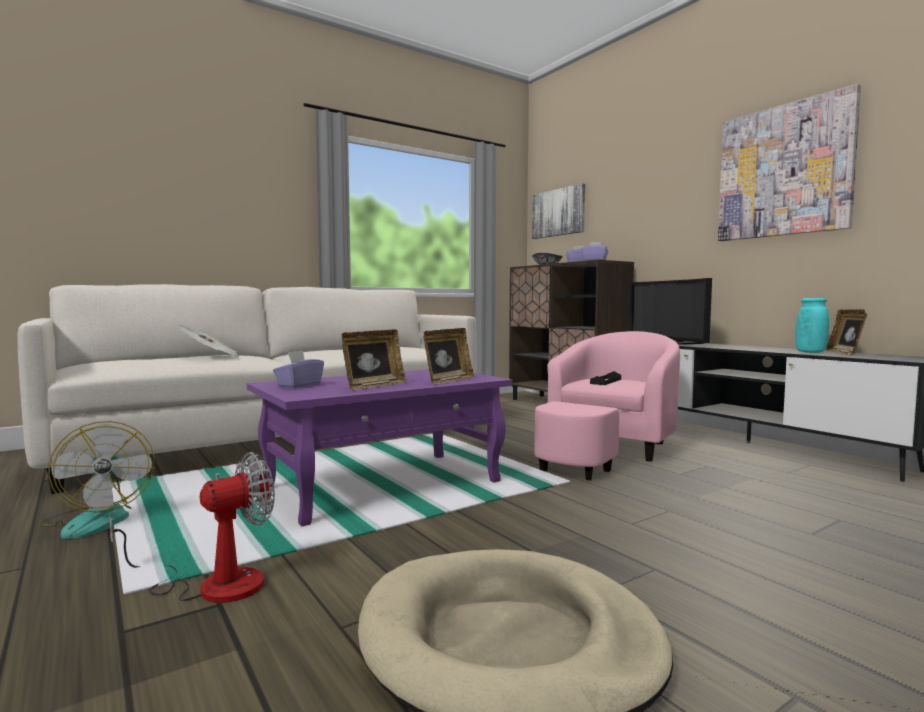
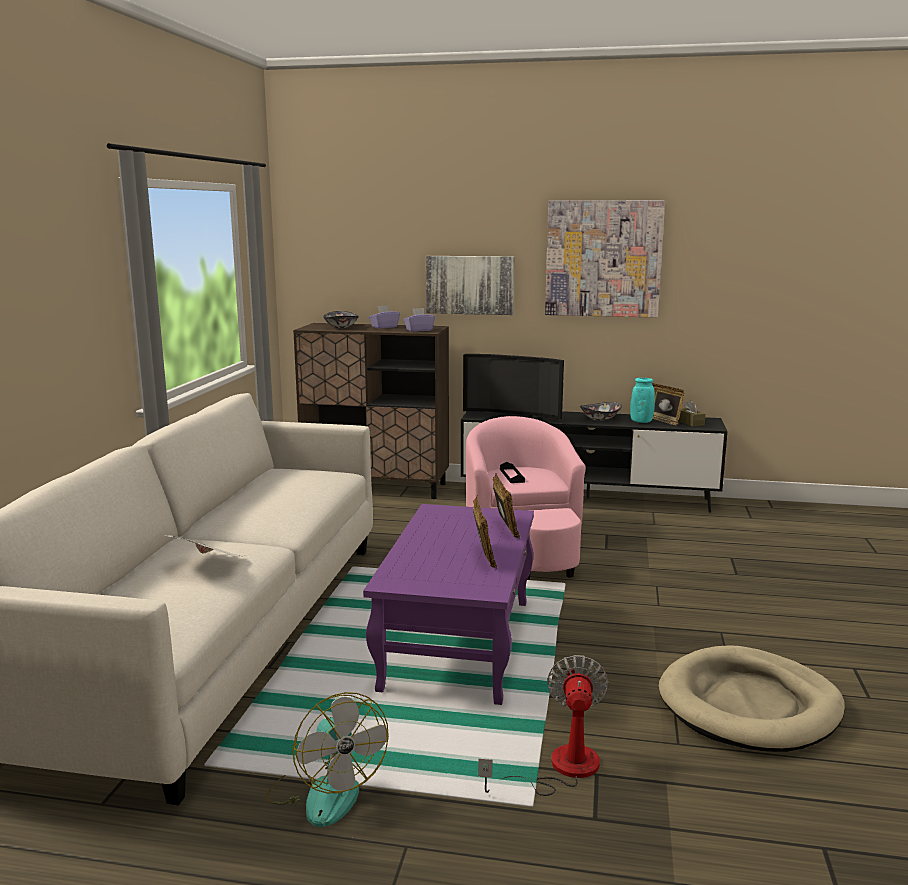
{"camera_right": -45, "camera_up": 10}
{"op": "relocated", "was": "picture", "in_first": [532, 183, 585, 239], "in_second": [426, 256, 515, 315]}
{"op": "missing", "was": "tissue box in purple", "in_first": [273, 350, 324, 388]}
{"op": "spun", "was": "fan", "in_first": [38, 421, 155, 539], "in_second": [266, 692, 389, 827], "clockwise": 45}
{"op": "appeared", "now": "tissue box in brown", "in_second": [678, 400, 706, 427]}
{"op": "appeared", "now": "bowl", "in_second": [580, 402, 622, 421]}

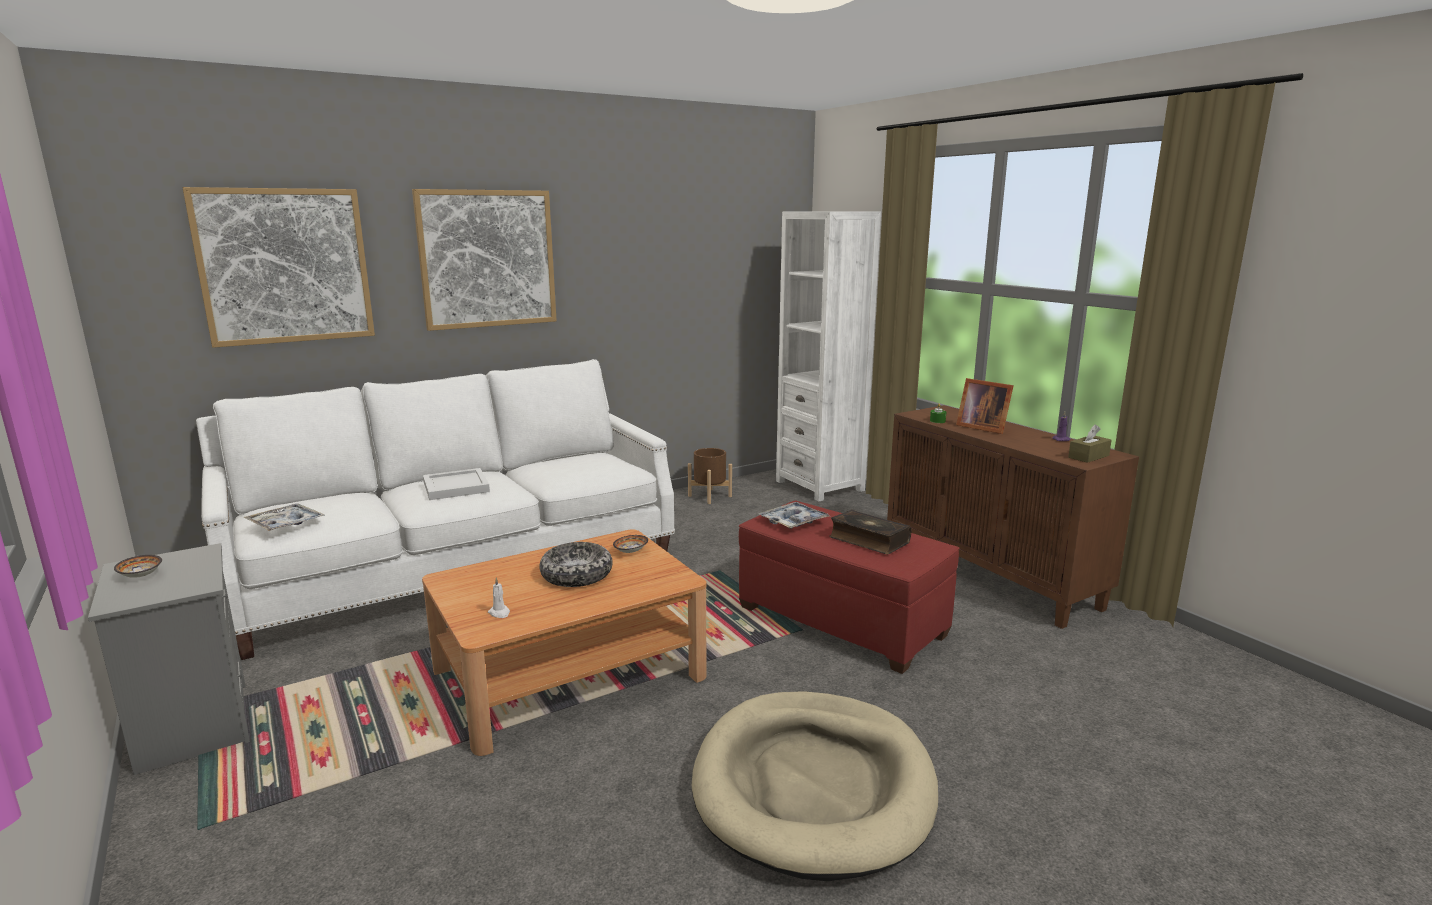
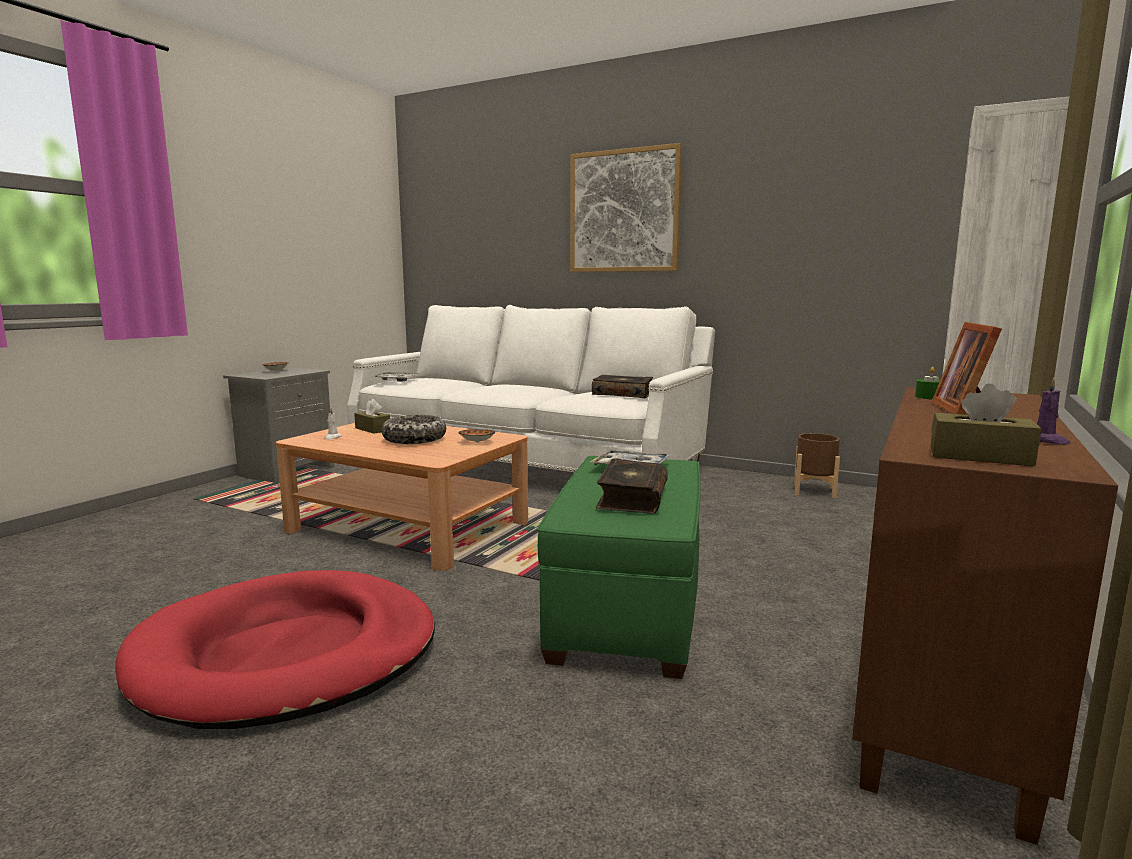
{"camera_right": 60, "camera_up": -5}
{"op": "missing", "was": "picture", "in_first": [182, 187, 375, 348]}
{"op": "missing", "was": "tray in white", "in_first": [423, 468, 490, 500]}
{"op": "colour", "was": "ottoman in red", "now": "ottoman in green", "in_first": [739, 501, 959, 674], "in_second": [537, 456, 701, 679]}
{"op": "colour", "was": "dog bed in beige", "now": "dog bed in red", "in_first": [692, 691, 938, 881], "in_second": [115, 570, 435, 729]}
{"op": "appeared", "now": "book", "in_second": [592, 375, 653, 398]}
{"op": "appeared", "now": "tissue box in brown", "in_second": [354, 399, 390, 433]}

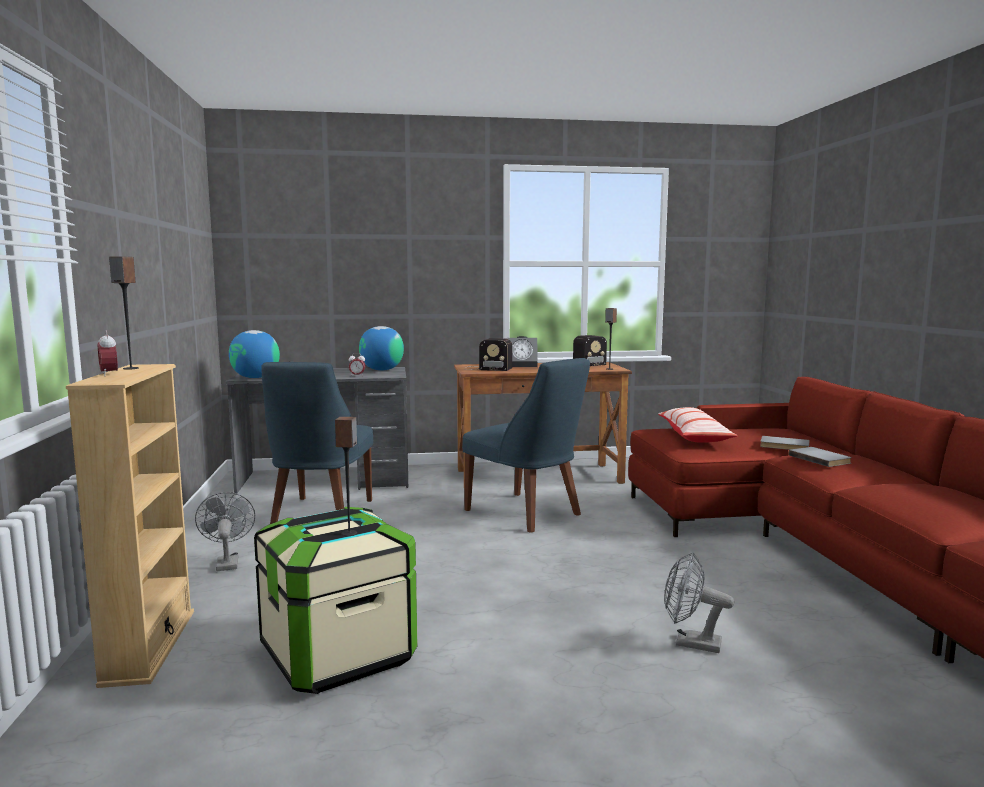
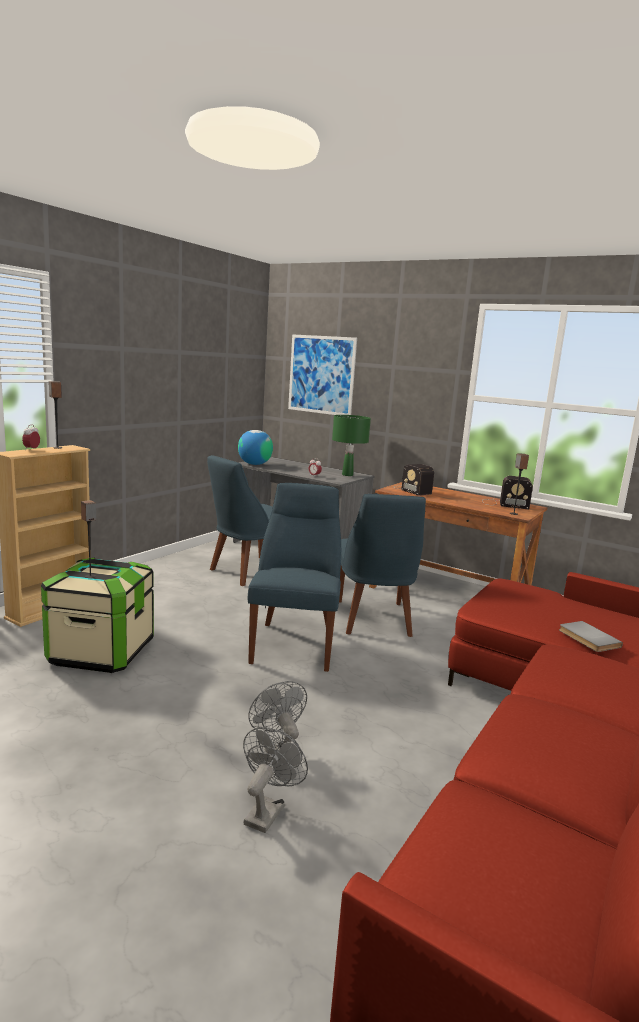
{"camera_right": 40, "camera_up": 5}
{"op": "exchanged", "was": "globe", "now": "table lamp in green", "in_first": [359, 326, 404, 371], "in_second": [332, 415, 371, 476]}
{"op": "missing", "was": "alarm clock", "in_first": [507, 336, 537, 367]}
{"op": "missing", "was": "pillow", "in_first": [658, 407, 737, 443]}
{"op": "missing", "was": "book in grey", "in_first": [789, 447, 852, 467]}
{"op": "relocated", "was": "fan in grey", "in_first": [195, 492, 255, 571], "in_second": [243, 727, 308, 833]}
{"op": "appeared", "now": "picture", "in_second": [288, 334, 357, 415]}
{"op": "appeared", "now": "chair in blue", "in_second": [248, 483, 341, 672]}

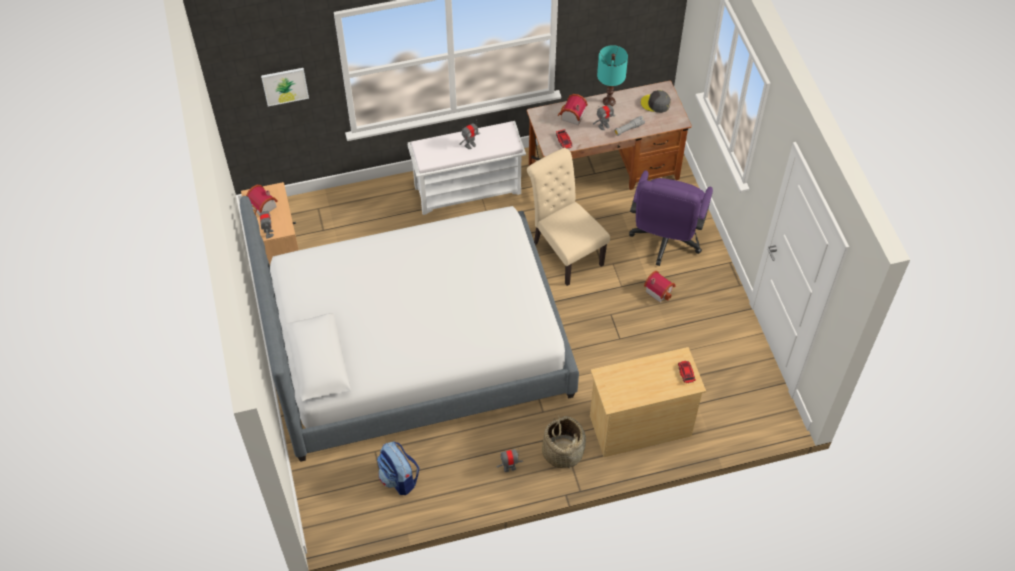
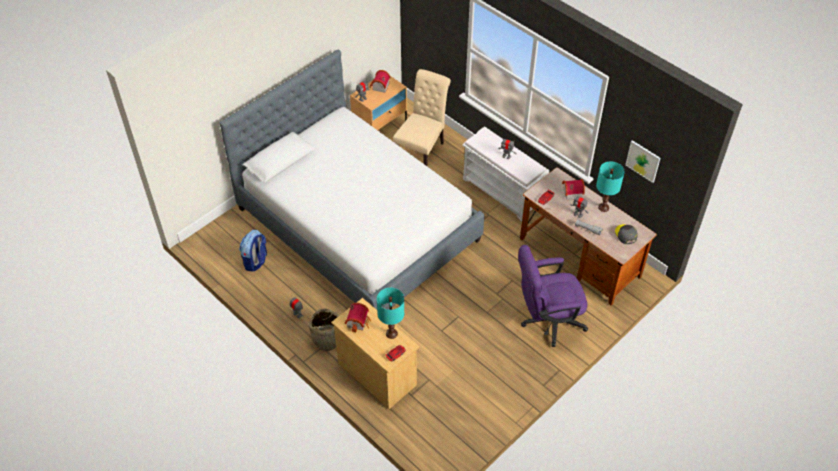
{"camera_right": 60, "camera_up": -5}
{"op": "relocated", "was": "picture", "in_first": [261, 68, 309, 106], "in_second": [625, 140, 661, 183]}
{"op": "relocated", "was": "chair in beige", "in_first": [527, 148, 610, 286], "in_second": [393, 69, 451, 166]}
{"op": "relocated", "was": "toy house", "in_first": [644, 271, 676, 302], "in_second": [345, 303, 371, 333]}
{"op": "appeared", "now": "table lamp in turquoise", "in_second": [377, 288, 404, 339]}

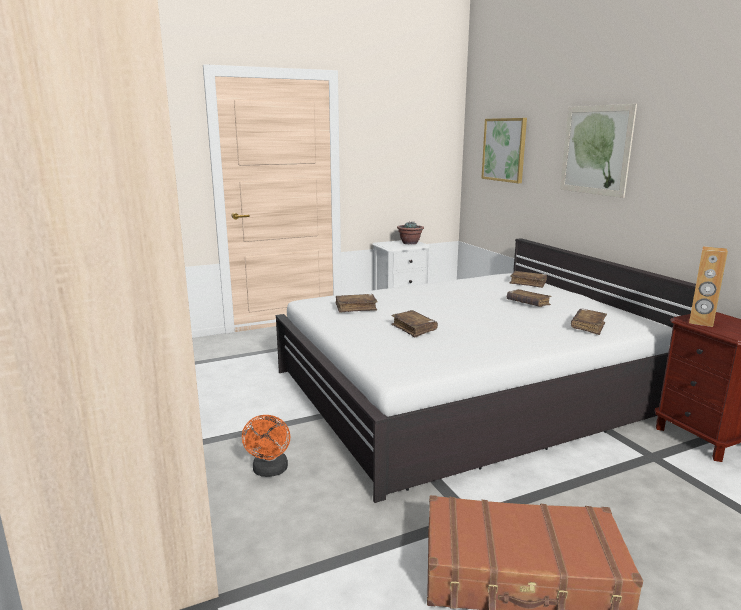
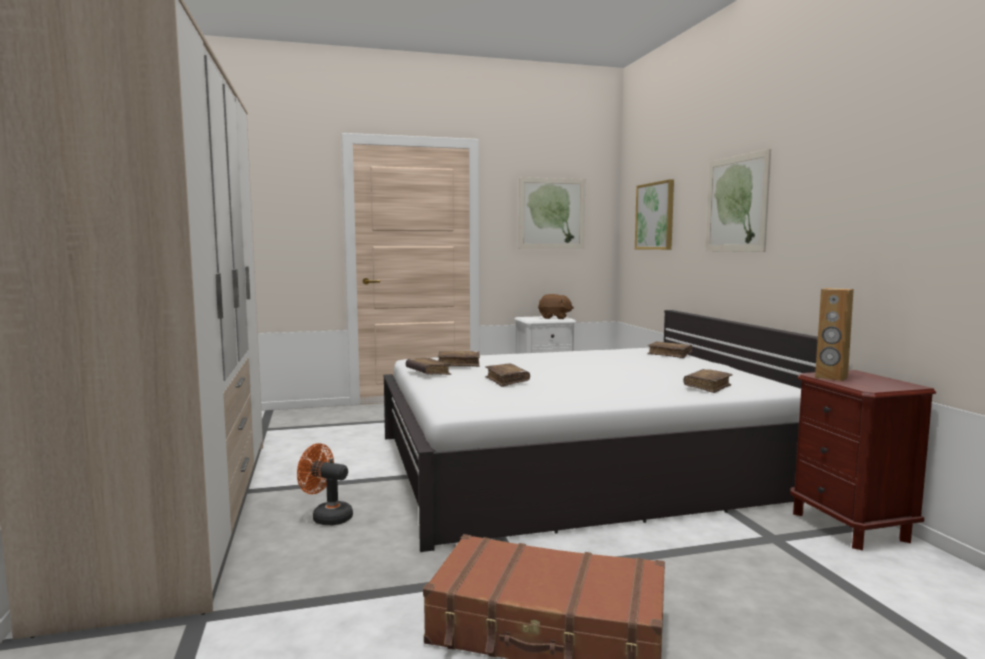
{"camera_right": 10, "camera_up": -10}
{"op": "exchanged", "was": "potted plant", "now": "plush toy in brown", "in_first": [397, 222, 424, 244], "in_second": [538, 294, 574, 319]}
{"op": "relocated", "was": "book in brown", "in_first": [507, 289, 552, 307], "in_second": [406, 358, 452, 375]}
{"op": "spun", "was": "fan in orange", "in_first": [242, 415, 290, 477], "in_second": [297, 443, 353, 525], "clockwise": 105}
{"op": "appeared", "now": "picture", "in_second": [519, 177, 585, 249]}

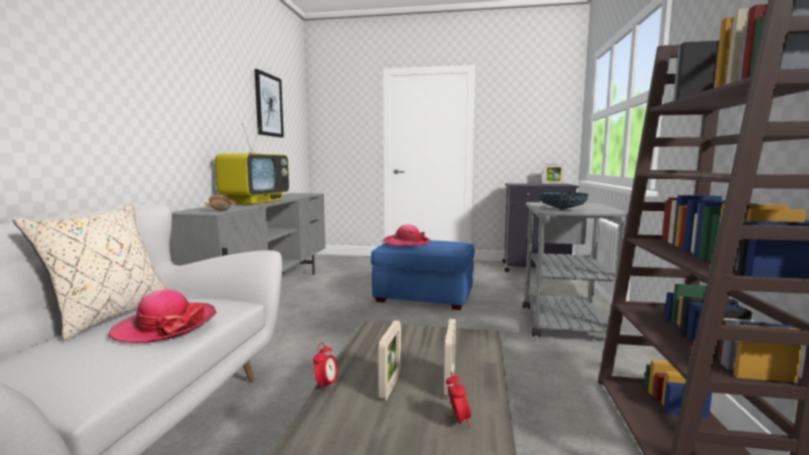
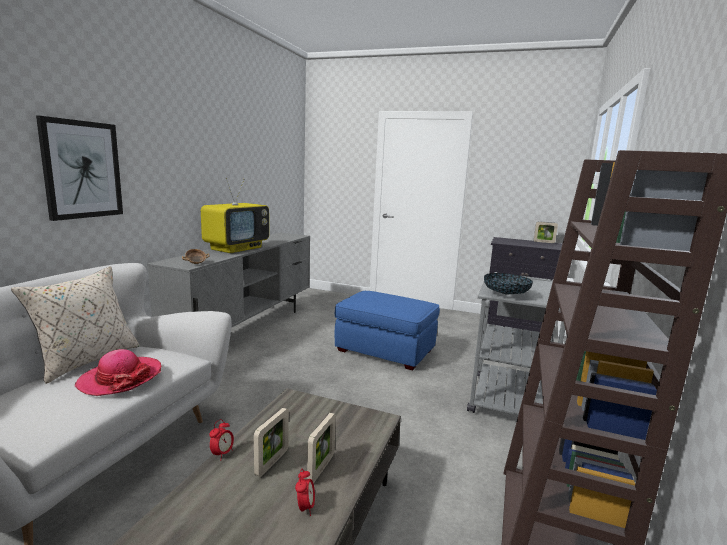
{"camera_right": 10, "camera_up": 5}
{"op": "relocated", "was": "picture", "in_first": [254, 69, 284, 137], "in_second": [36, 116, 123, 221]}
{"op": "missing", "was": "hat", "in_first": [383, 225, 431, 246]}

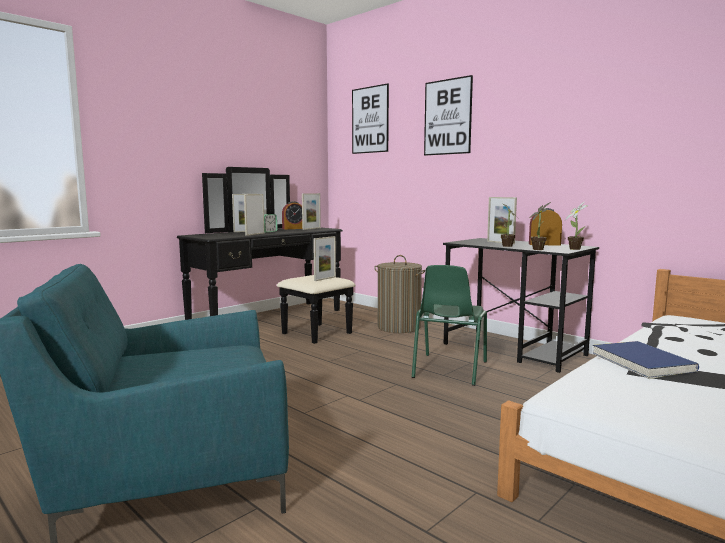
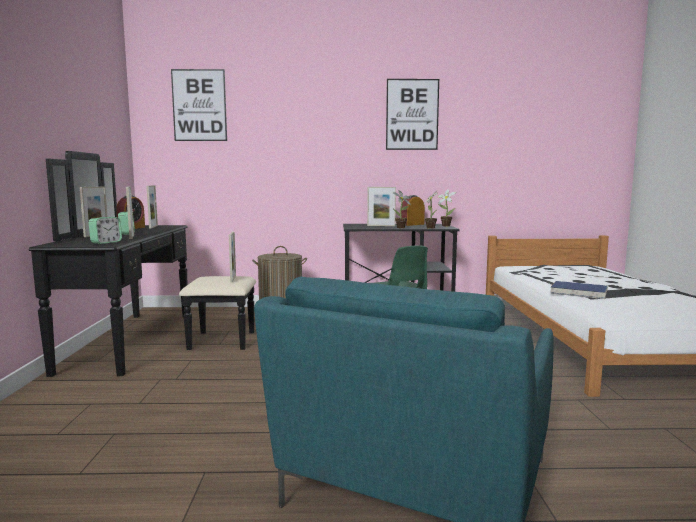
{"camera_right": -45, "camera_up": 0}
{"op": "relocated", "was": "picture", "in_first": [424, 75, 473, 156], "in_second": [386, 79, 439, 150]}
{"op": "appeared", "now": "alarm clock", "in_second": [89, 217, 122, 244]}

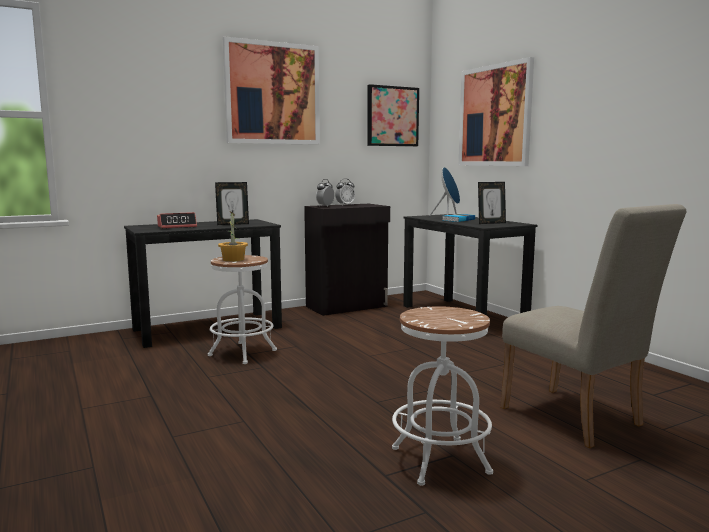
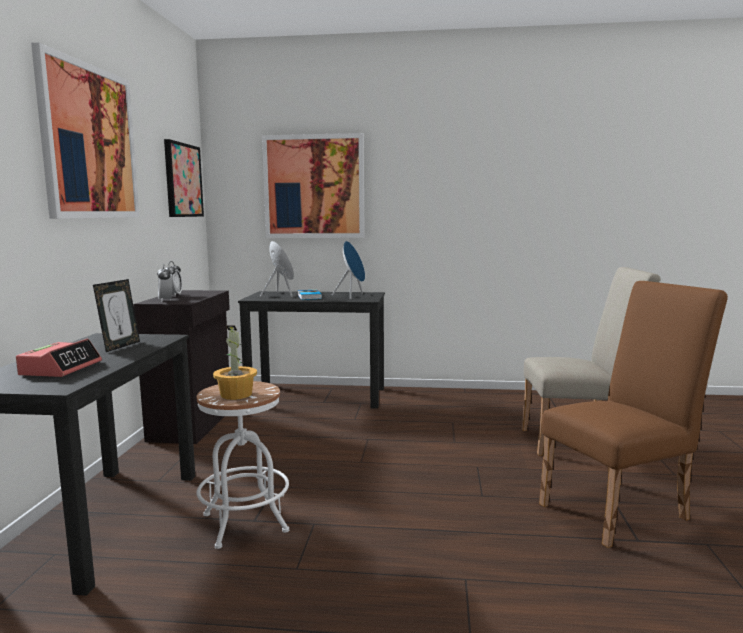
{"camera_right": -55, "camera_up": 0}
{"op": "exchanged", "was": "picture frame", "now": "speaker in blue", "in_first": [478, 182, 506, 224], "in_second": [332, 241, 365, 299]}
{"op": "exchanged", "was": "stool in white", "now": "chair in brown", "in_first": [392, 306, 493, 486], "in_second": [539, 281, 728, 548]}

